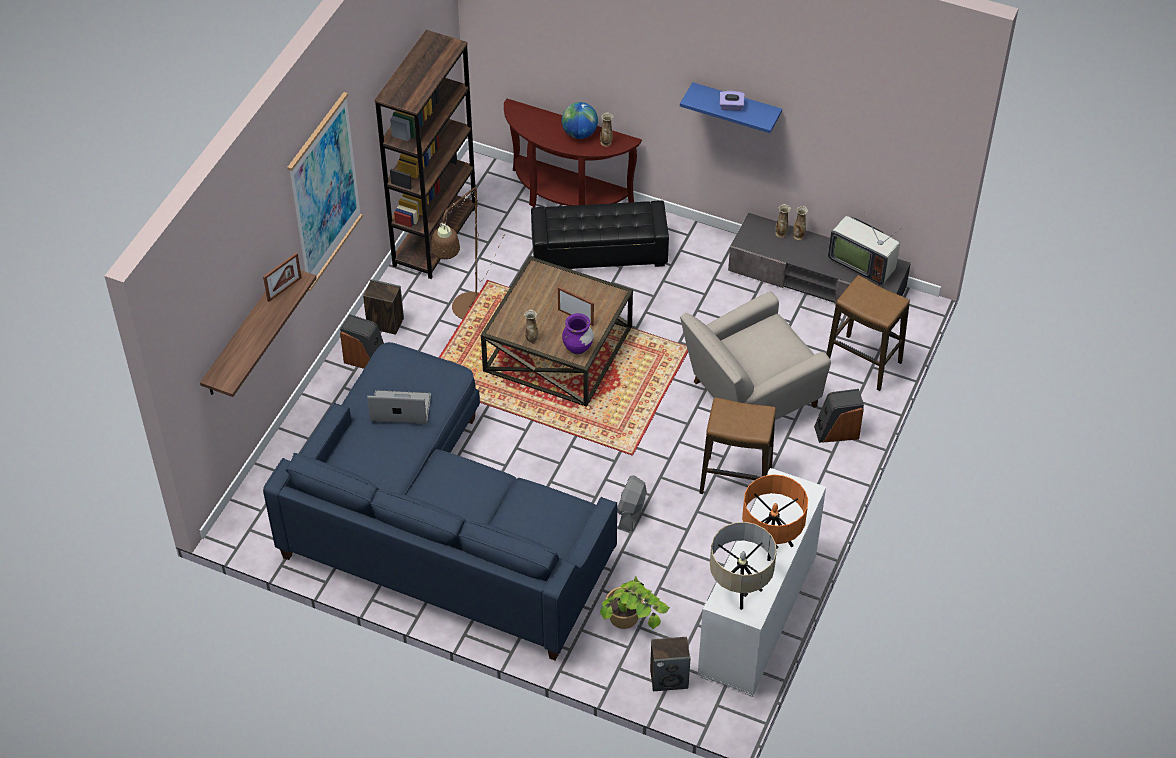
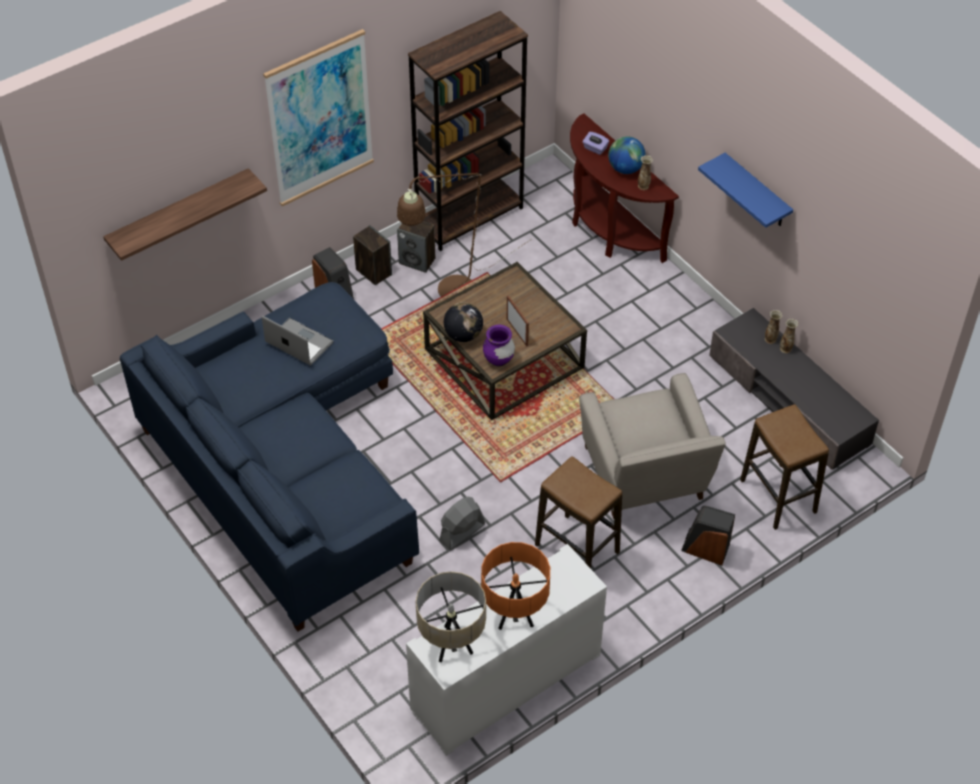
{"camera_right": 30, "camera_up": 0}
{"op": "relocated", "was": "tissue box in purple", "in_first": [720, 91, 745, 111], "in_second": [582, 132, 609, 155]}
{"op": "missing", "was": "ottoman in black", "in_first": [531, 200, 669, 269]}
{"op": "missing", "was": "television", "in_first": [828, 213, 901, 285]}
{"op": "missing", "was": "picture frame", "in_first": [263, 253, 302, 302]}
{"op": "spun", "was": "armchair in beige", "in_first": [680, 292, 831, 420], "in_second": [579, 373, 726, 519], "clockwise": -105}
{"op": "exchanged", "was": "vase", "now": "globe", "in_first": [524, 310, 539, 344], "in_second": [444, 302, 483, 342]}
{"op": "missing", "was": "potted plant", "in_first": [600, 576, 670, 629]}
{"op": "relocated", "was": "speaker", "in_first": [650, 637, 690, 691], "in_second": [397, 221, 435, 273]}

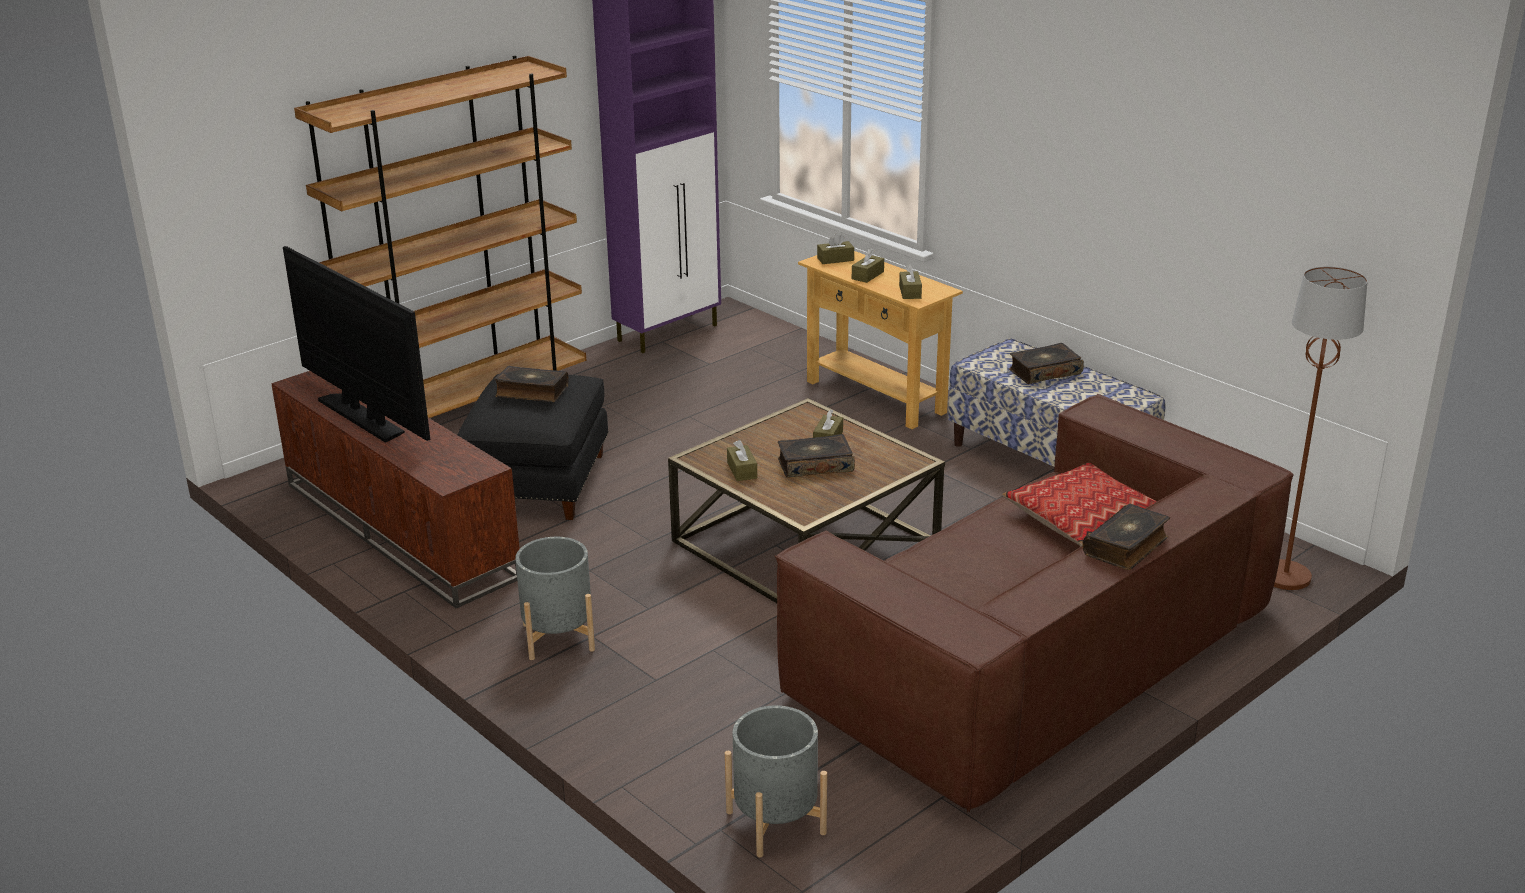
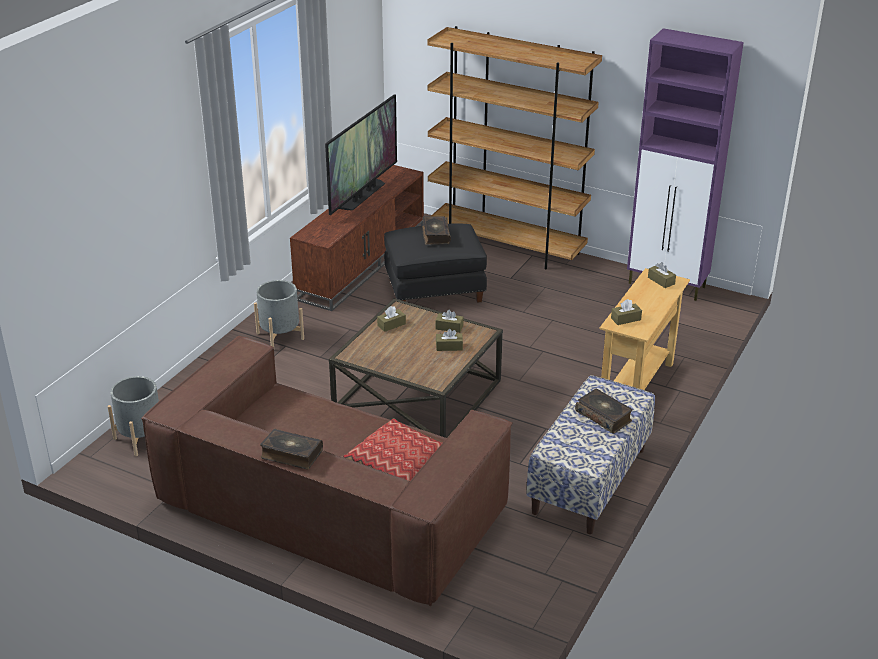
{"camera_right": 70, "camera_up": 5}
{"op": "relocated", "was": "tissue box in brown", "in_first": [852, 248, 884, 283], "in_second": [435, 310, 463, 333]}
{"op": "missing", "was": "floor lamp in brown", "in_first": [1274, 266, 1368, 590]}
{"op": "missing", "was": "book", "in_first": [778, 434, 855, 478]}

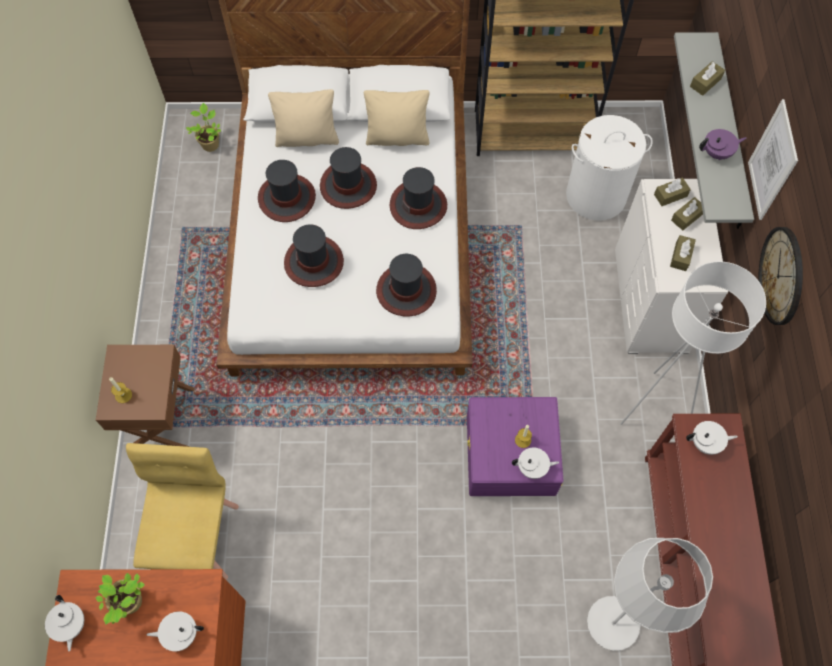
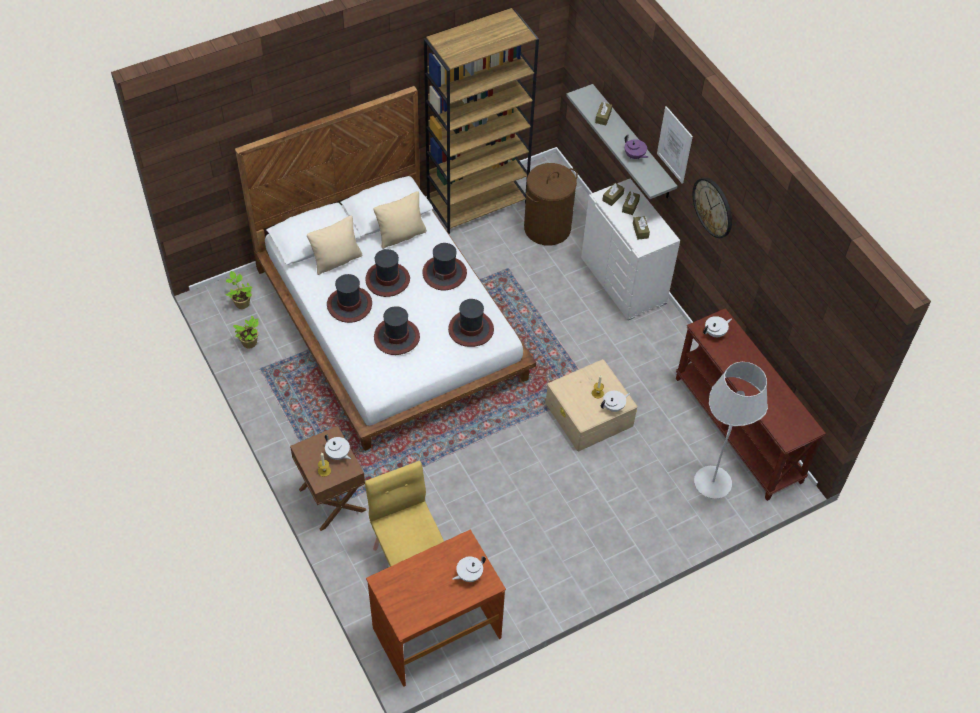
{"camera_right": -30, "camera_up": -10}
{"op": "colour", "was": "laundry basket in white", "now": "laundry basket in brown", "in_first": [566, 115, 653, 221], "in_second": [524, 163, 578, 246]}
{"op": "spun", "was": "teapot in purple", "in_first": [699, 129, 747, 160], "in_second": [625, 135, 648, 159], "clockwise": 90}
{"op": "missing", "was": "floor lamp in white", "in_first": [620, 261, 766, 425]}
{"op": "colour", "was": "storage box in purple", "now": "storage box in beige", "in_first": [467, 397, 563, 496], "in_second": [546, 359, 637, 451]}
{"op": "relocated", "was": "potted plant", "in_first": [96, 573, 145, 625], "in_second": [233, 316, 259, 349]}
{"op": "relocated", "was": "teapot in white", "in_first": [45, 595, 84, 652], "in_second": [325, 434, 351, 460]}

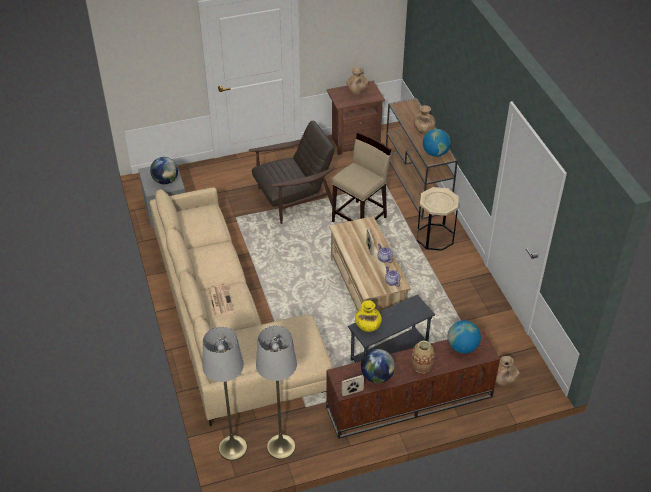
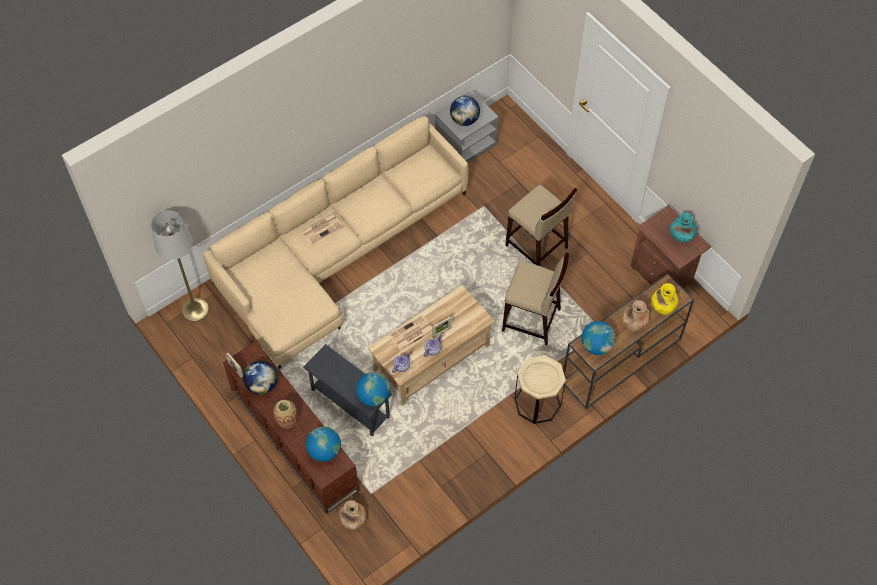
{"camera_right": 70, "camera_up": 15}
{"op": "colour", "was": "vase in brown", "now": "vase in turquoise", "in_first": [346, 67, 369, 94], "in_second": [670, 213, 697, 242]}
{"op": "exchanged", "was": "armchair in brown", "now": "stool in beige", "in_first": [249, 121, 335, 224], "in_second": [505, 185, 577, 266]}
{"op": "relocated", "was": "vase in yellow", "in_first": [355, 300, 382, 332], "in_second": [651, 283, 679, 315]}
{"op": "missing", "was": "floor lamp in grey", "in_first": [256, 326, 297, 459]}
{"op": "appeared", "now": "newspaper", "in_second": [389, 315, 432, 351]}
{"op": "appeared", "now": "globe", "in_second": [356, 372, 390, 406]}

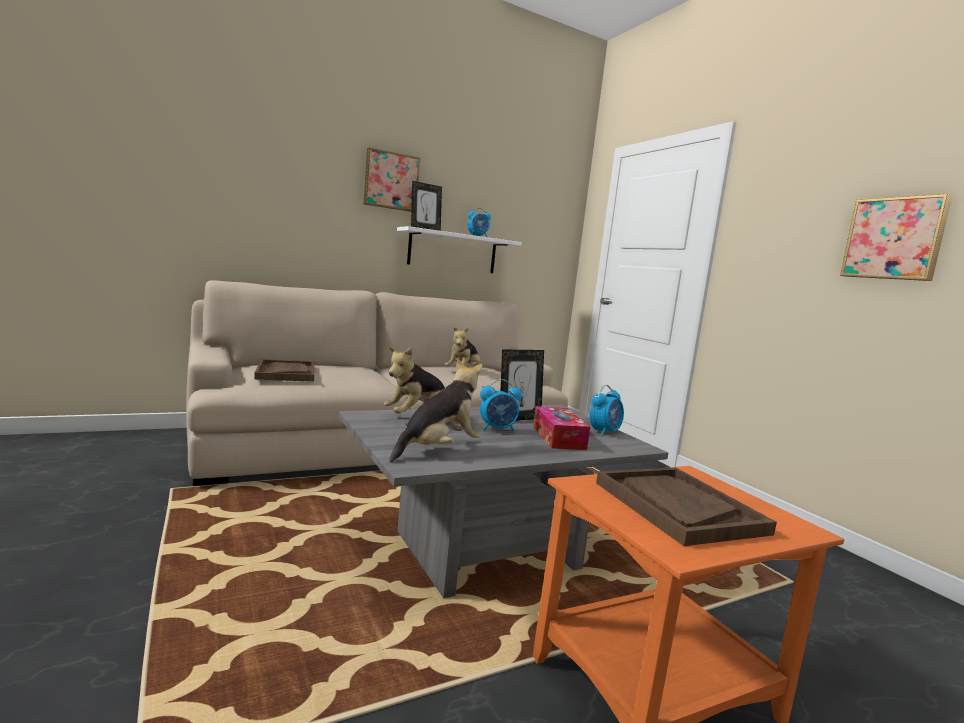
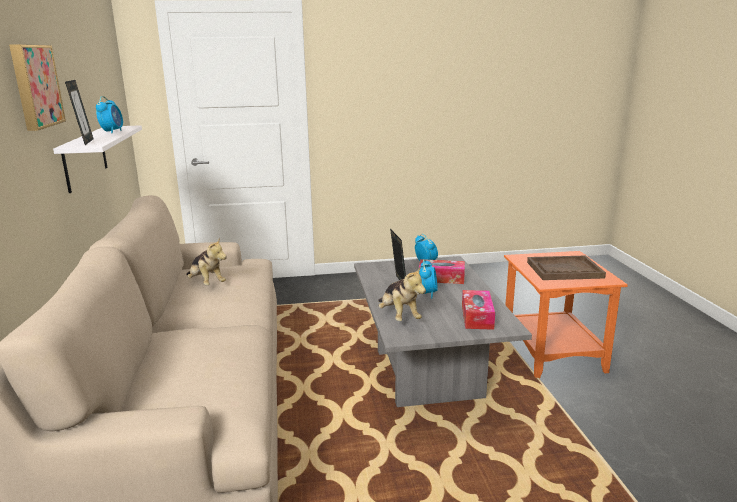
{"camera_right": -70, "camera_up": 10}
{"op": "missing", "was": "picture", "in_first": [840, 194, 953, 281]}
{"op": "exchanged", "was": "plush toy", "now": "tissue box", "in_first": [390, 358, 483, 462], "in_second": [462, 290, 495, 330]}
{"op": "missing", "was": "tray in brown", "in_first": [254, 359, 314, 382]}

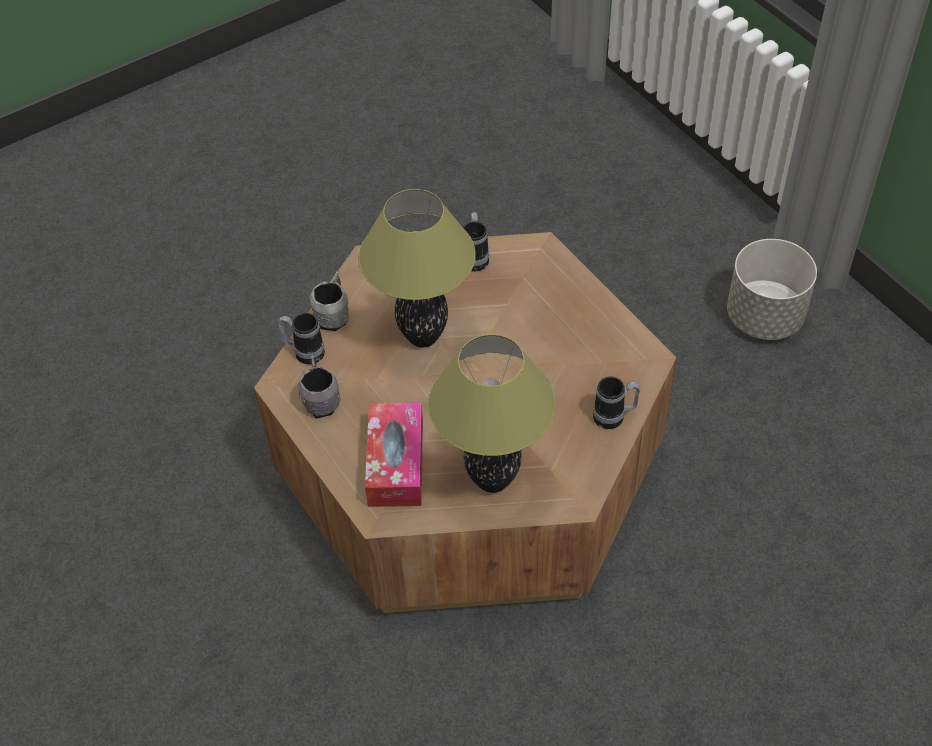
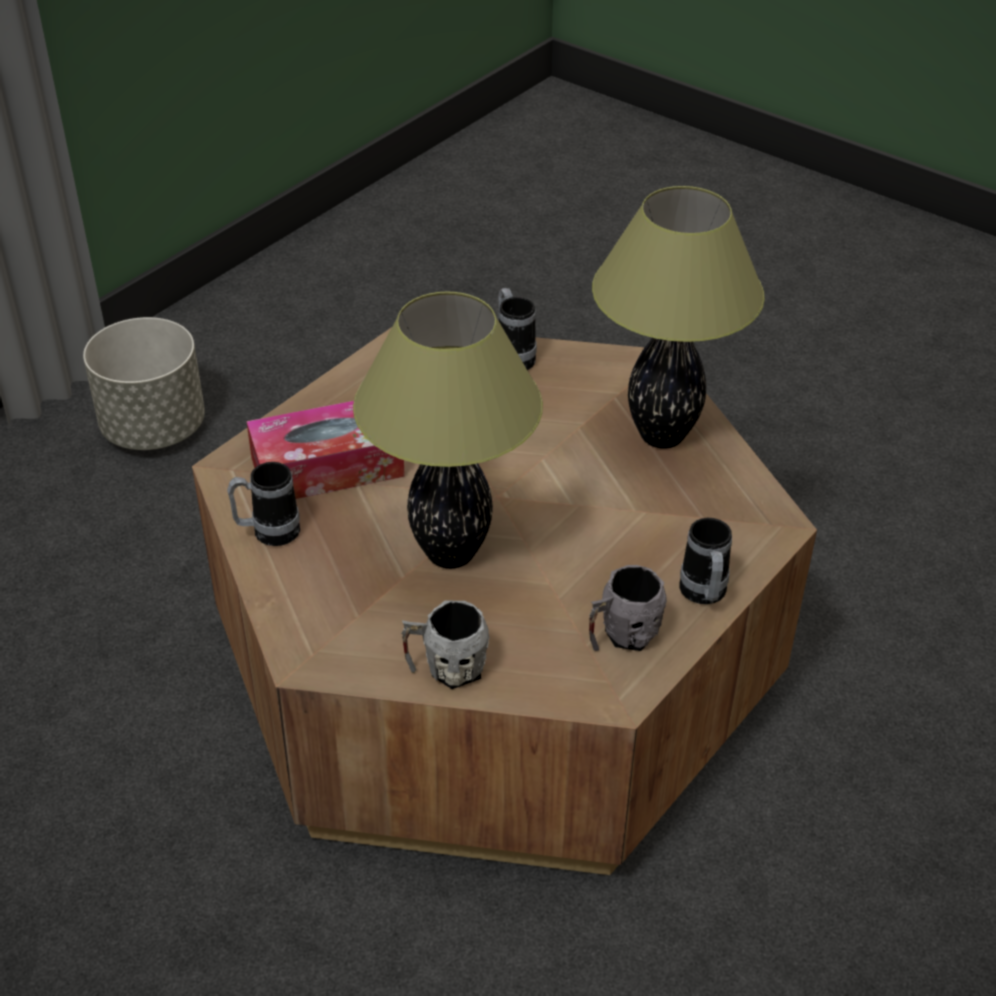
{"camera_right": -110, "camera_up": -10}
{"op": "relocated", "was": "mug", "in_first": [278, 313, 325, 364], "in_second": [680, 518, 732, 604]}
{"op": "relocated", "was": "tissue box", "in_first": [365, 402, 423, 507], "in_second": [246, 401, 405, 499]}

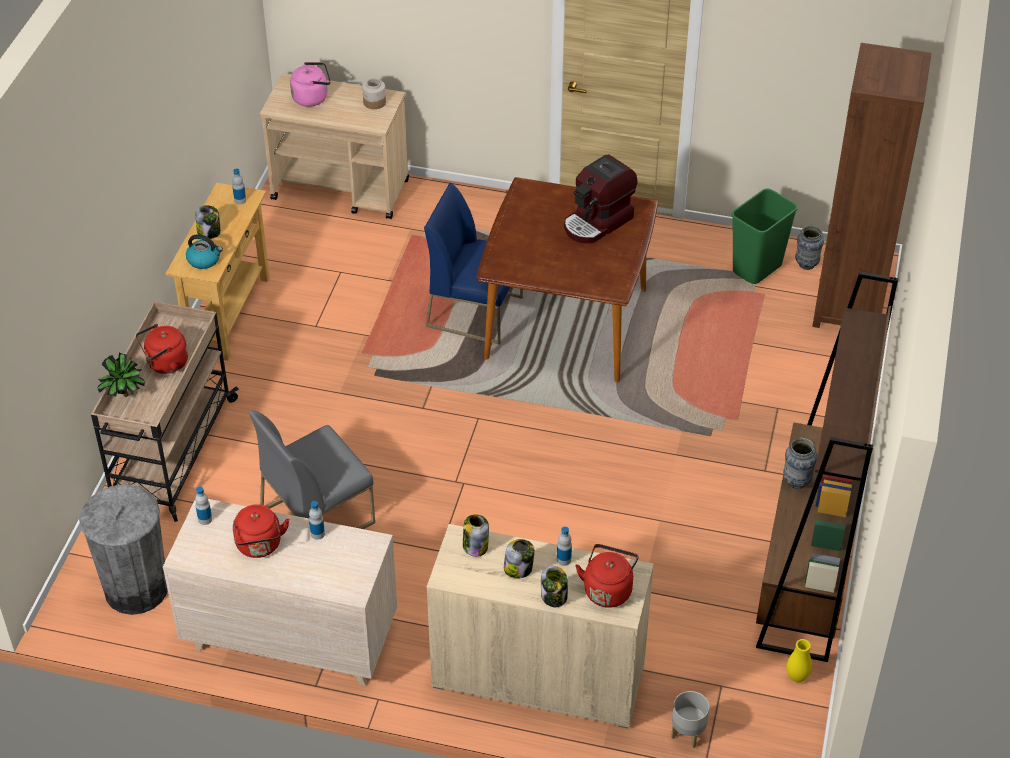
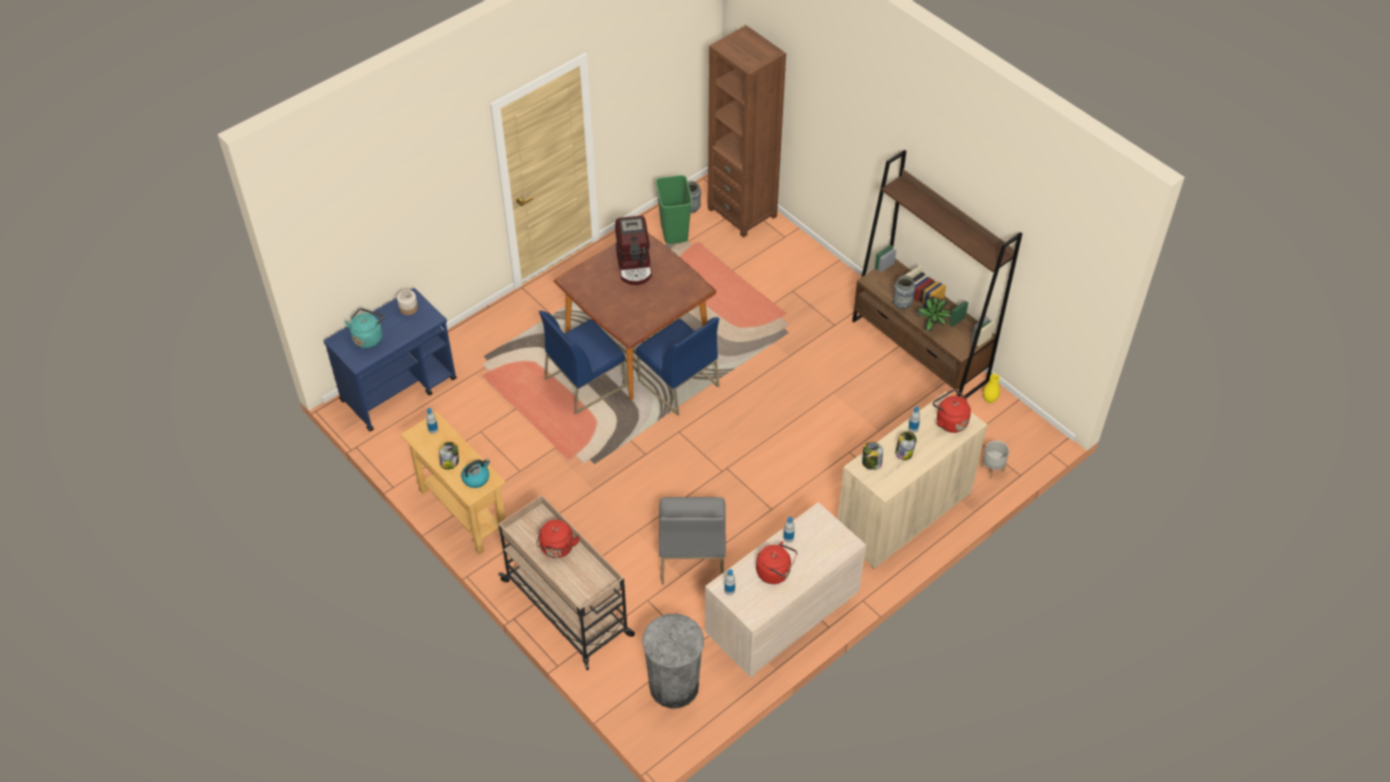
{"camera_right": -55, "camera_up": 5}
{"op": "colour", "was": "kettle in pink", "now": "kettle in turquoise", "in_first": [290, 62, 331, 107], "in_second": [345, 308, 385, 348]}
{"op": "colour", "was": "cart in beige", "now": "cart in blue", "in_first": [260, 73, 409, 219], "in_second": [324, 288, 457, 432]}
{"op": "relocated", "was": "potted plant", "in_first": [98, 353, 145, 397], "in_second": [916, 296, 952, 331]}
{"op": "missing", "was": "jar", "in_first": [541, 566, 568, 607]}
{"op": "appeared", "now": "chair in blue", "in_second": [636, 317, 720, 416]}

